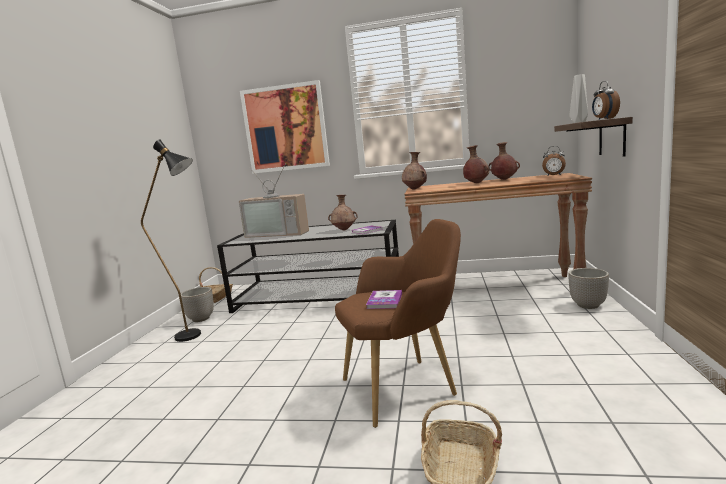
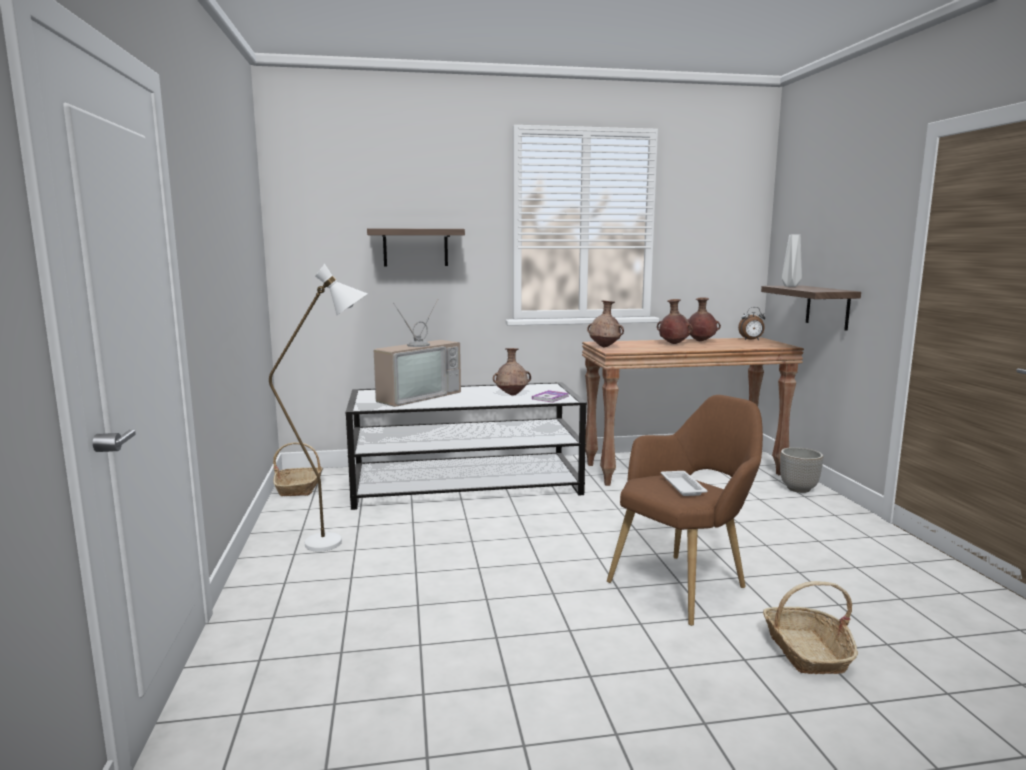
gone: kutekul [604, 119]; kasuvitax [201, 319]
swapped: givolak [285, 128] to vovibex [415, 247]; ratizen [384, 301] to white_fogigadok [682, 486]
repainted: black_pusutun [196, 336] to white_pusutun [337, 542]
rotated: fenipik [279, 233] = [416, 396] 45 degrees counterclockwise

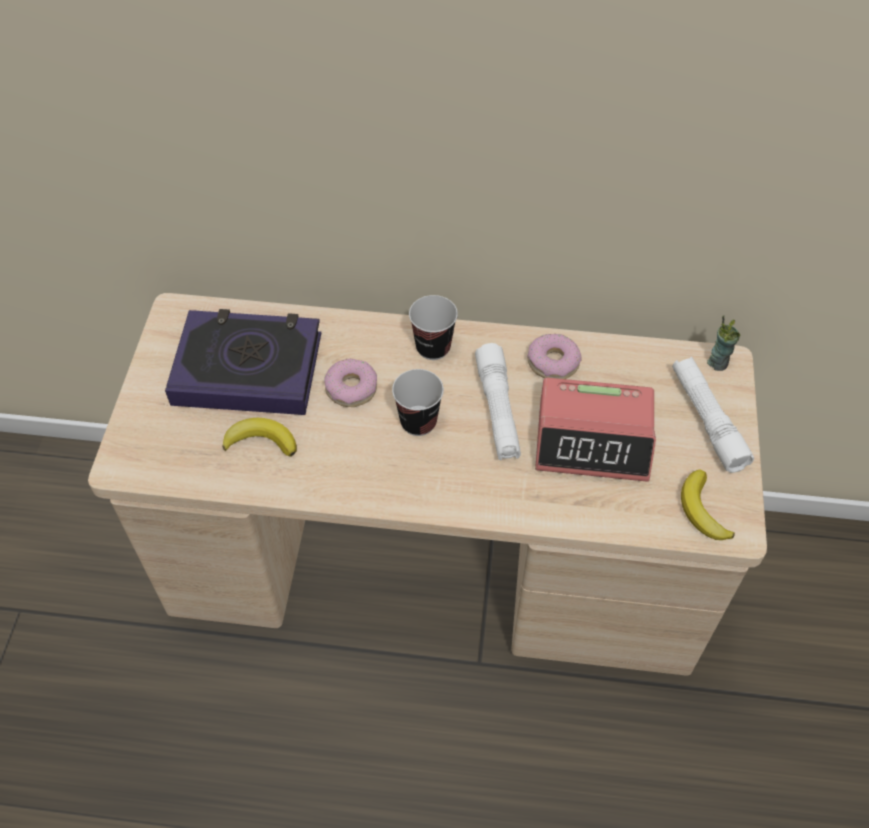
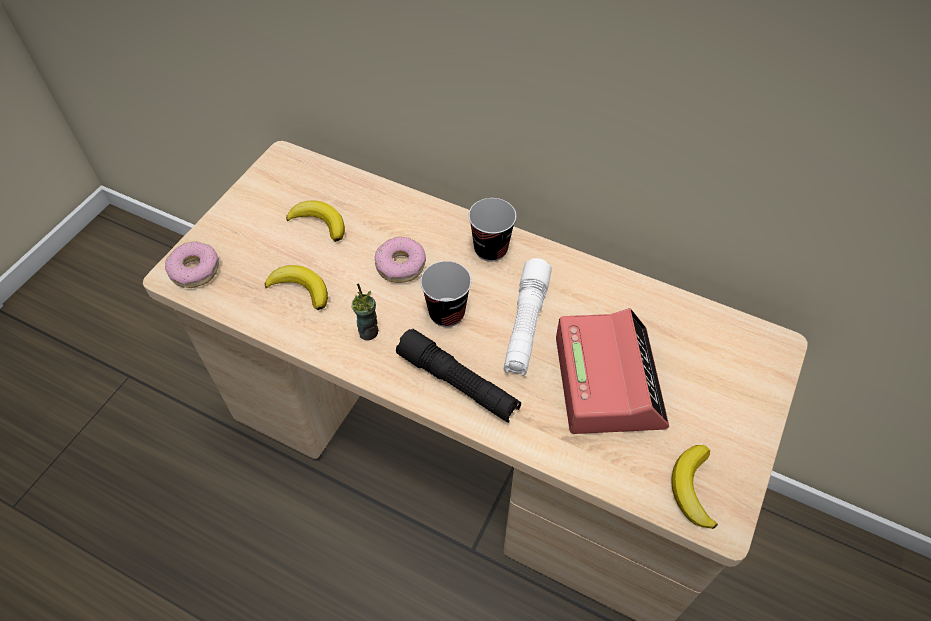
gone: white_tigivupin [707, 420]
new: black_tigivupin [458, 383]
shifted: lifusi [718, 362] to [368, 331]; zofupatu [553, 362] to [194, 270]
swapped: ratizen [248, 369] to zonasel [319, 223]
rotated: kutekul [593, 439] = [608, 380] 120 degrees counterclockwise

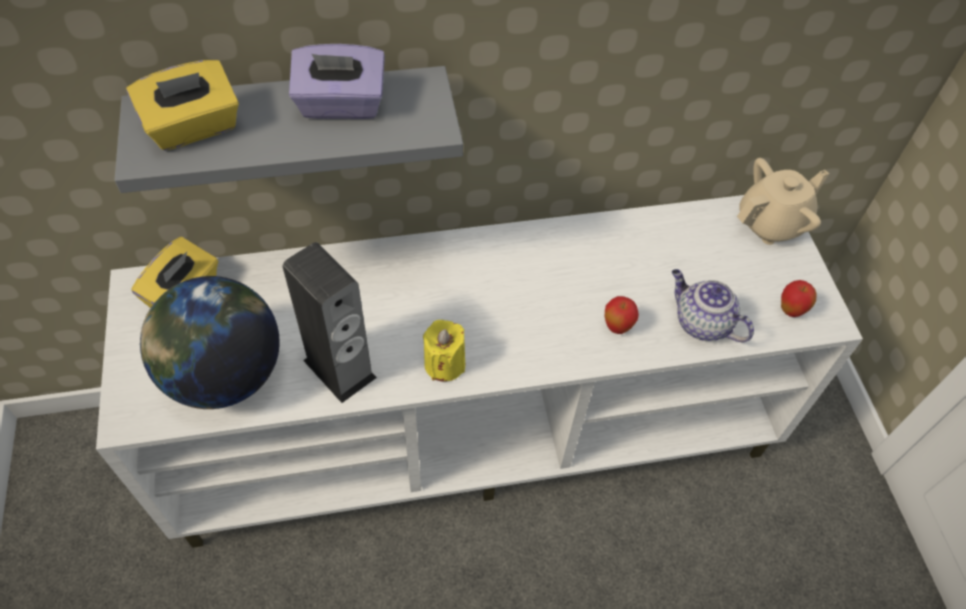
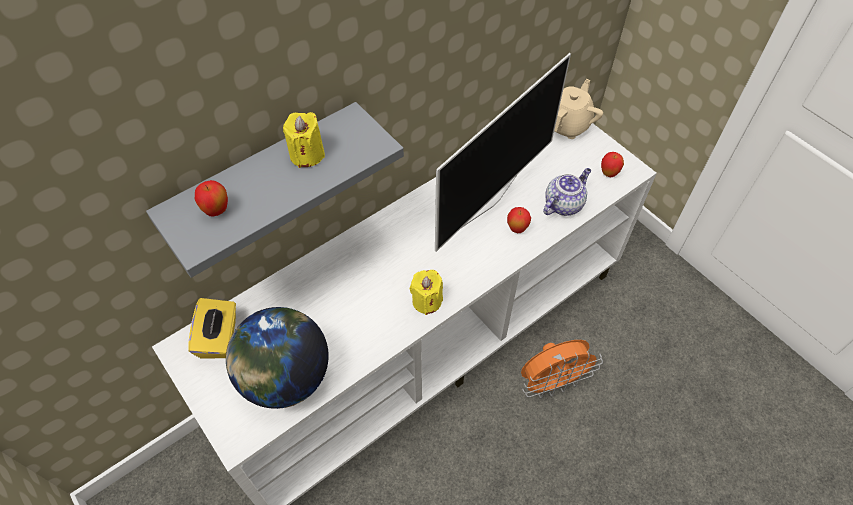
gone: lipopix [339, 368]
new: fenipik [488, 199]; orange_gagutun [552, 383]
swapped: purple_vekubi [341, 105] to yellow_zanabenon [307, 154]; yellow_vekubi [194, 128] to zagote [216, 211]
rotated: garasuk [700, 323] = [563, 204] 120 degrees clockwise

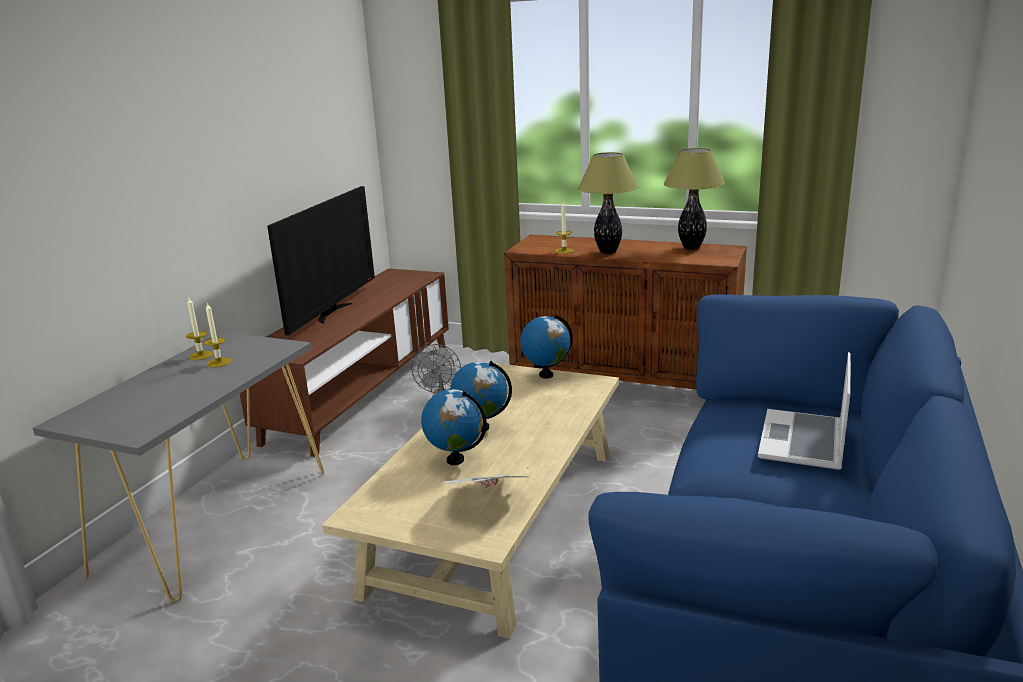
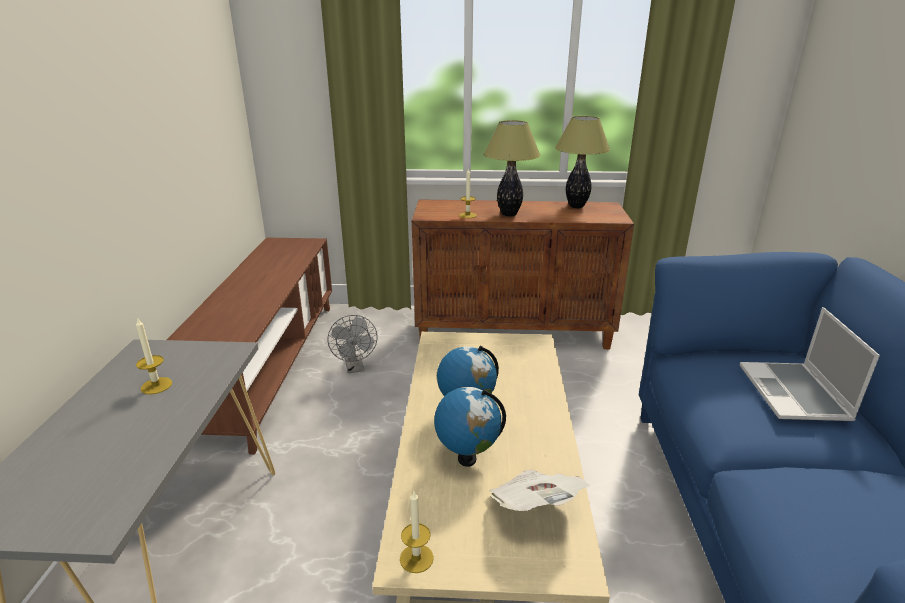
gone: fenipik [332, 312]; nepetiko [546, 375]
shifted: zanabenon [200, 355] to [416, 558]

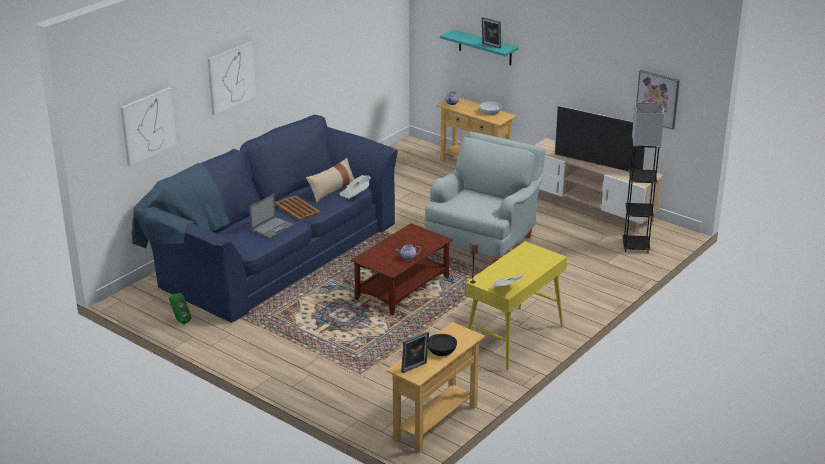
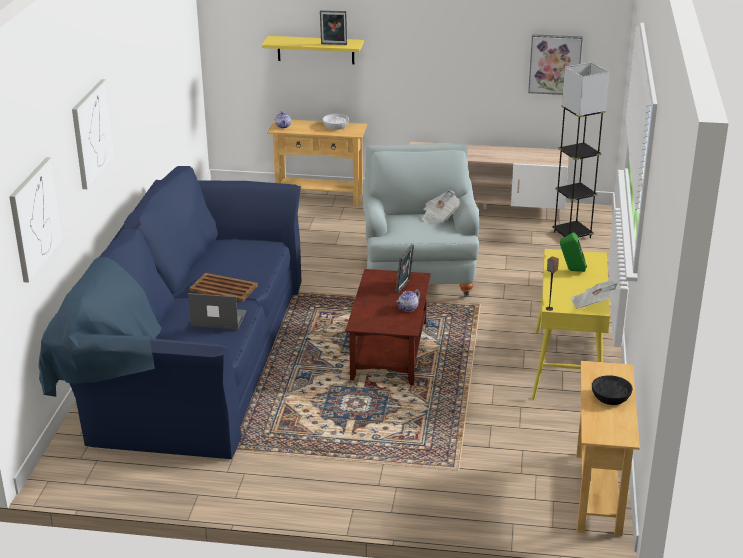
gone: fenipik [598, 164]; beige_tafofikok [332, 190]
shifted: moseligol [355, 194] to [439, 216]; green_lipopix [180, 321] to [571, 270]; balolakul [415, 368] to [404, 286]
repainted: turquoise_vovibex [485, 47] to yellow_vovibex [315, 50]
rotated: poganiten [272, 227] = [218, 319] 90 degrees counterclockwise

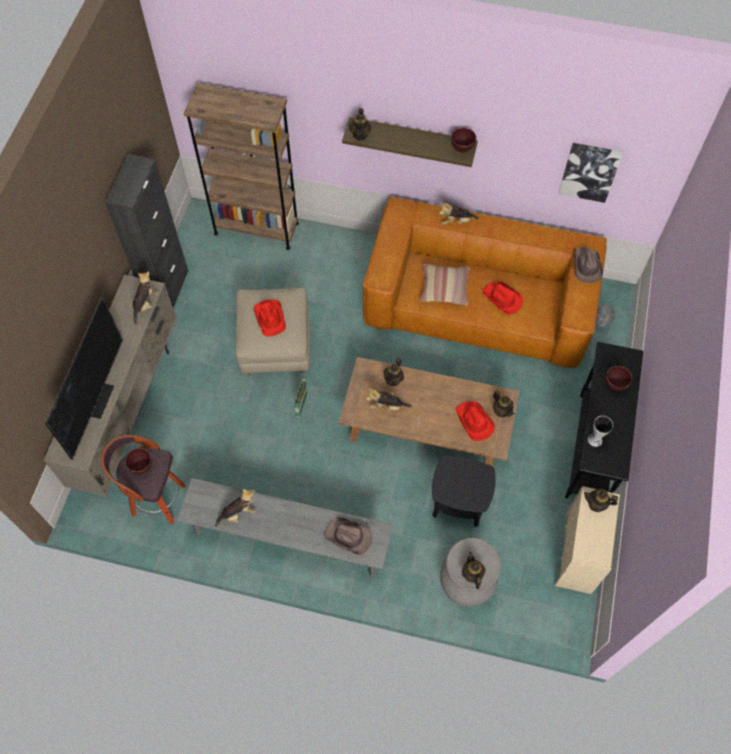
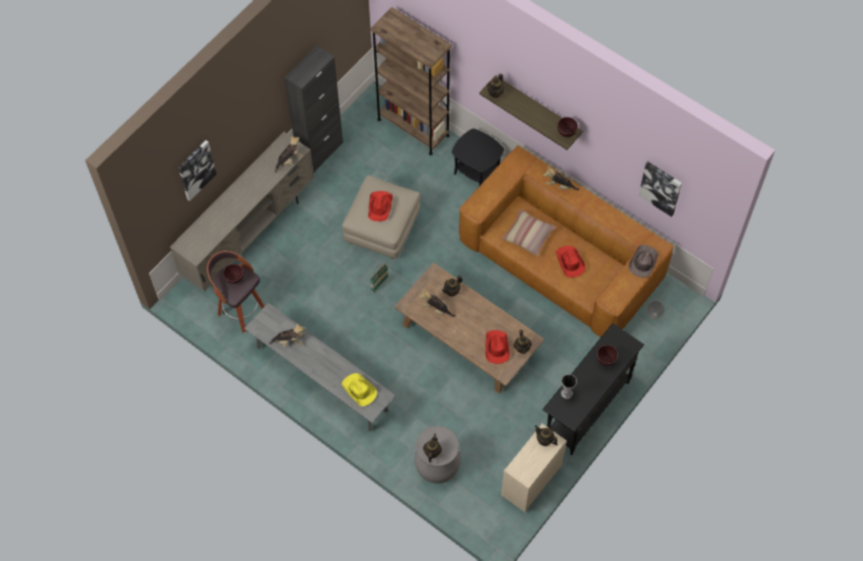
gone: fenipik [97, 399]
new: givolak [196, 169]
shifted: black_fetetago [459, 502] to [477, 172]
repainted: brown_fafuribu [348, 536] to yellow_fafuribu [359, 390]

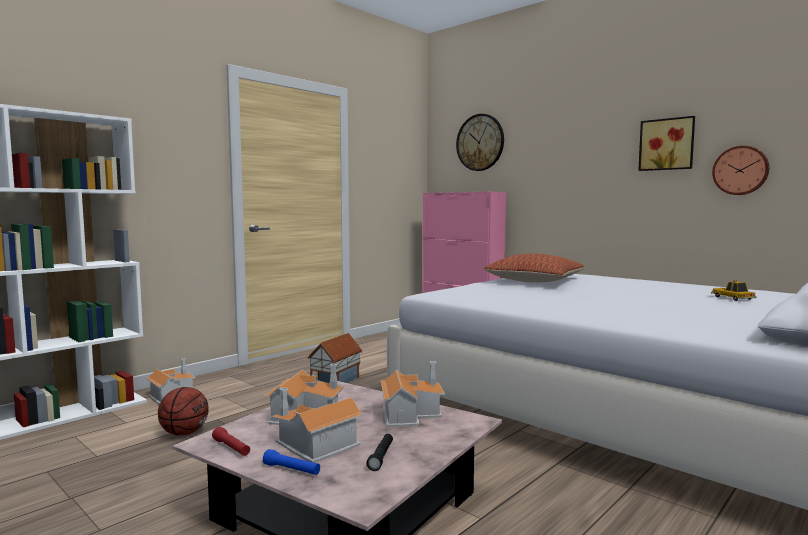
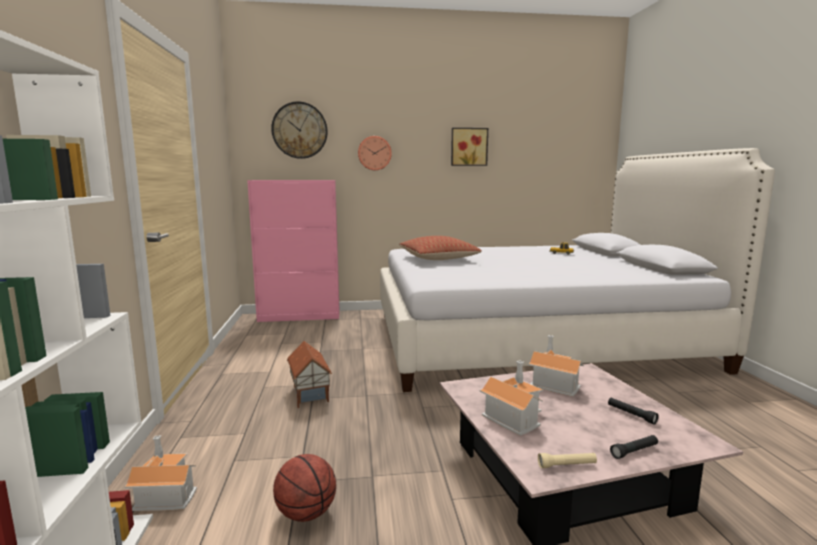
gone: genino [314, 445]
shifted: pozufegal [740, 170] to [374, 153]
repainted: red_tigivupin [231, 448] to beige_tigivupin [567, 465]; blue_tigivupin [291, 470] to black_tigivupin [634, 451]

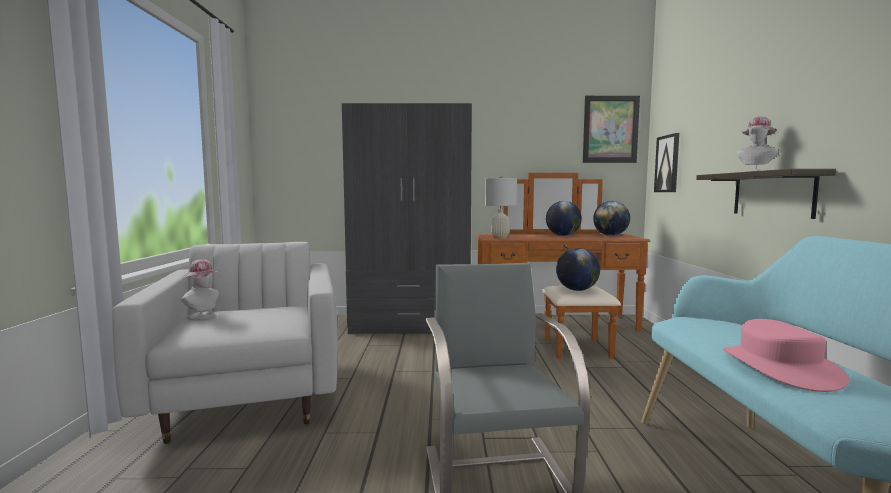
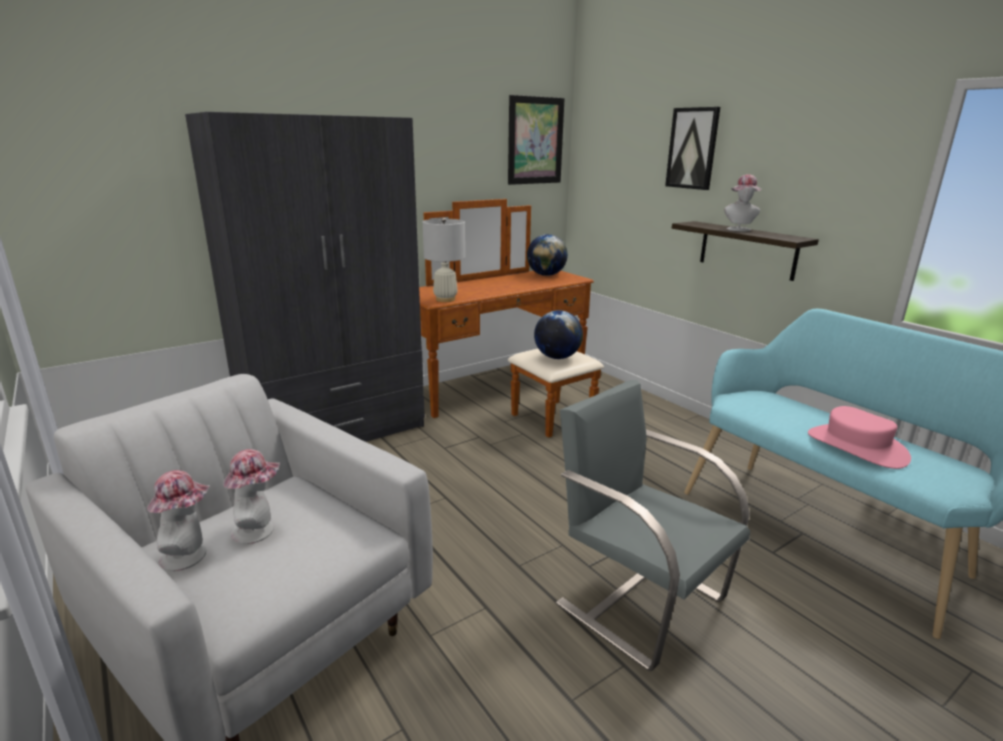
gone: nepetiko [563, 235]
new: fafuribu [259, 530]
shifted: givolak [667, 164] to [692, 148]

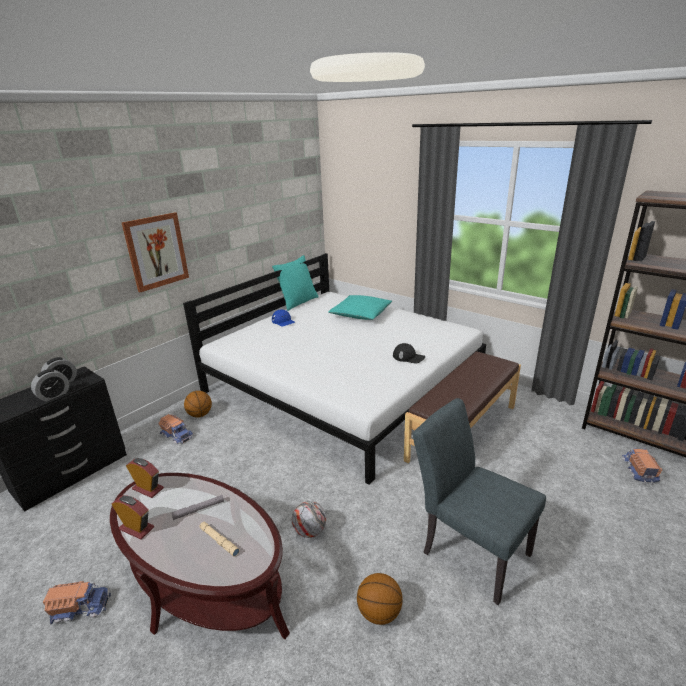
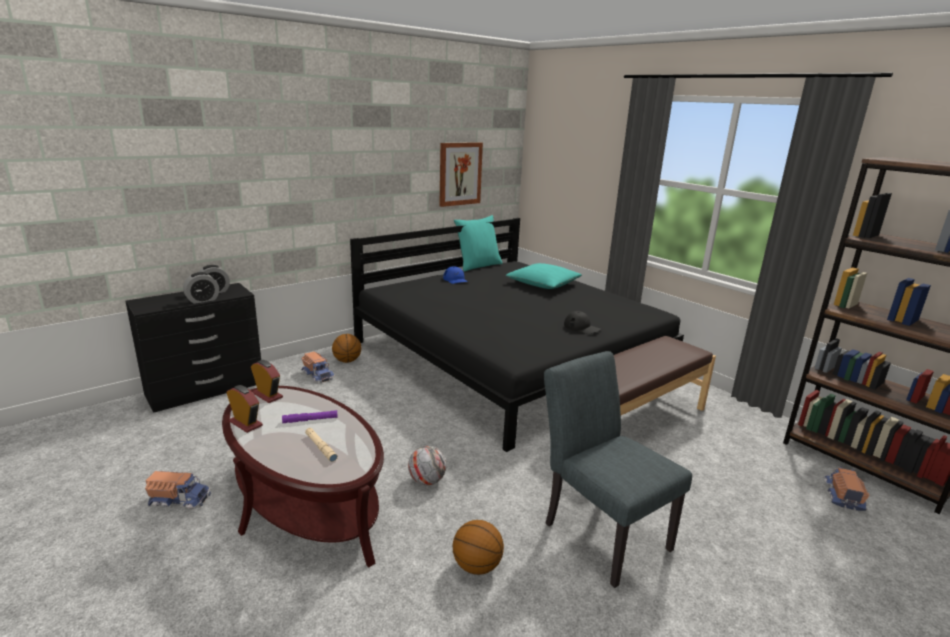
shifted: givolak [156, 251] to [460, 174]
repainted: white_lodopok [343, 384] to black_lodopok [510, 357]; grey_tigivupin [198, 509] to purple_tigivupin [310, 420]

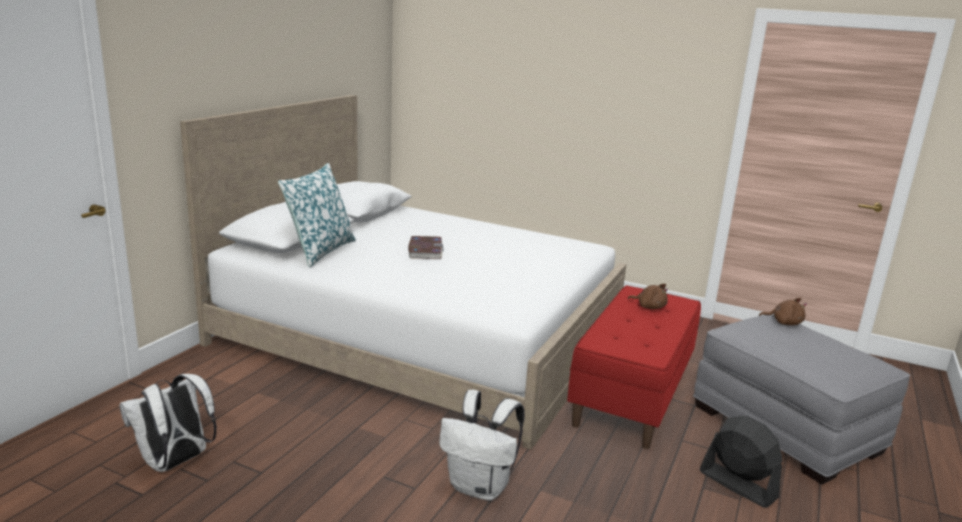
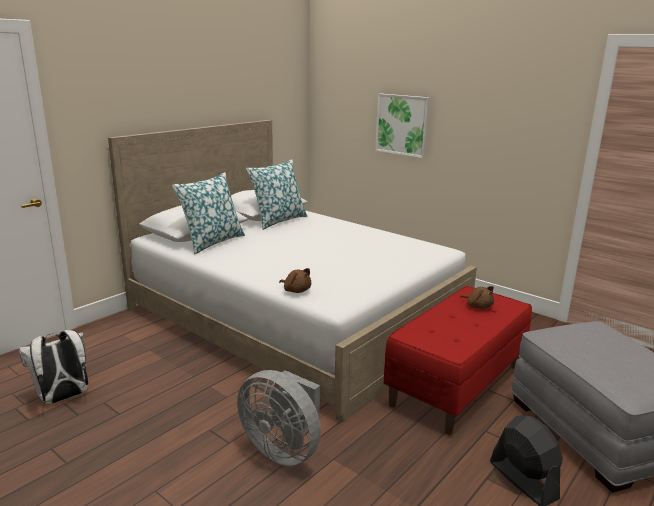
gone: ratizen [425, 250]
new: givolak [402, 125]; tafofikok [278, 220]
shifted: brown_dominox [784, 323] to [296, 290]
swapped: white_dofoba [480, 487] to grey_gagutun [283, 449]

